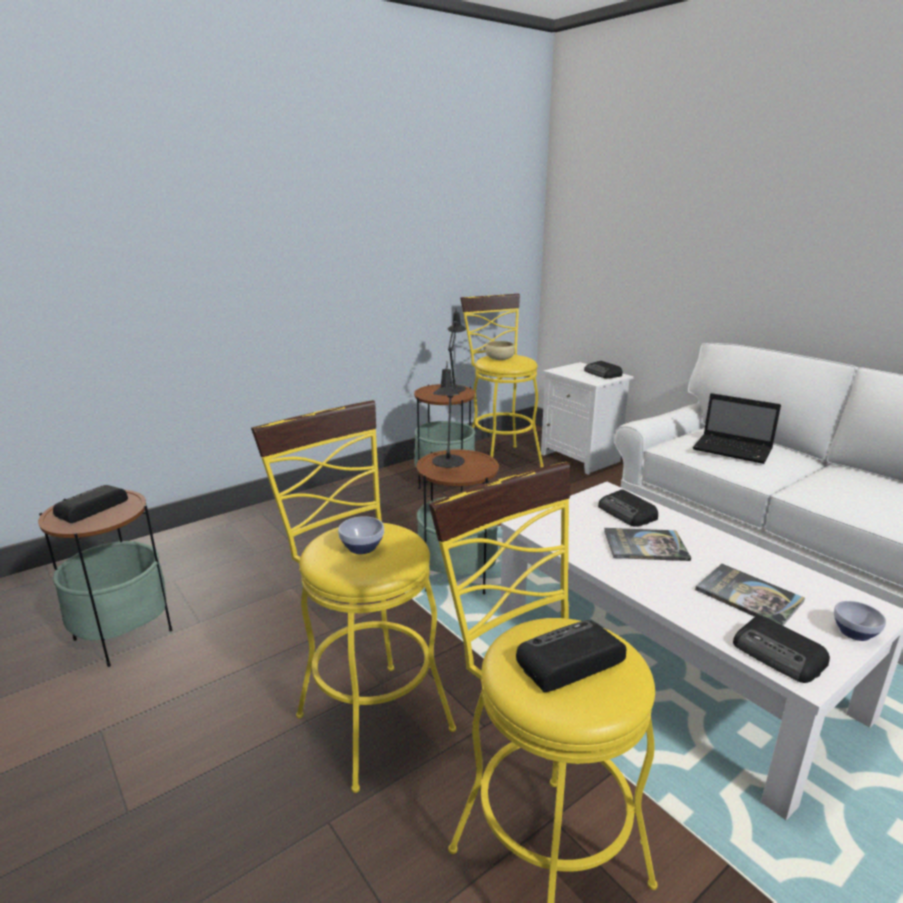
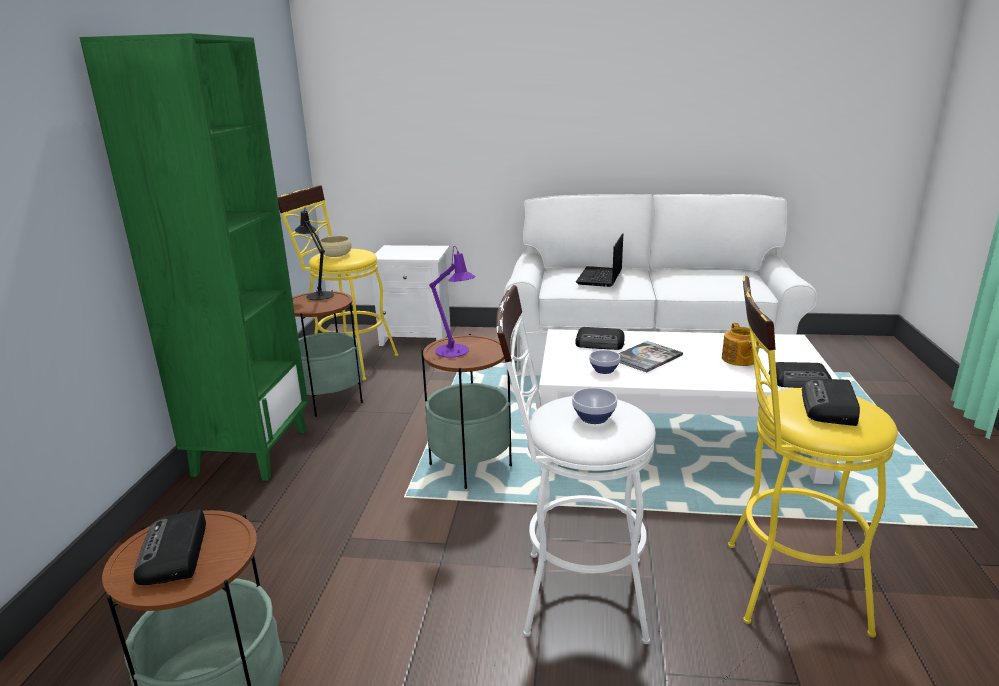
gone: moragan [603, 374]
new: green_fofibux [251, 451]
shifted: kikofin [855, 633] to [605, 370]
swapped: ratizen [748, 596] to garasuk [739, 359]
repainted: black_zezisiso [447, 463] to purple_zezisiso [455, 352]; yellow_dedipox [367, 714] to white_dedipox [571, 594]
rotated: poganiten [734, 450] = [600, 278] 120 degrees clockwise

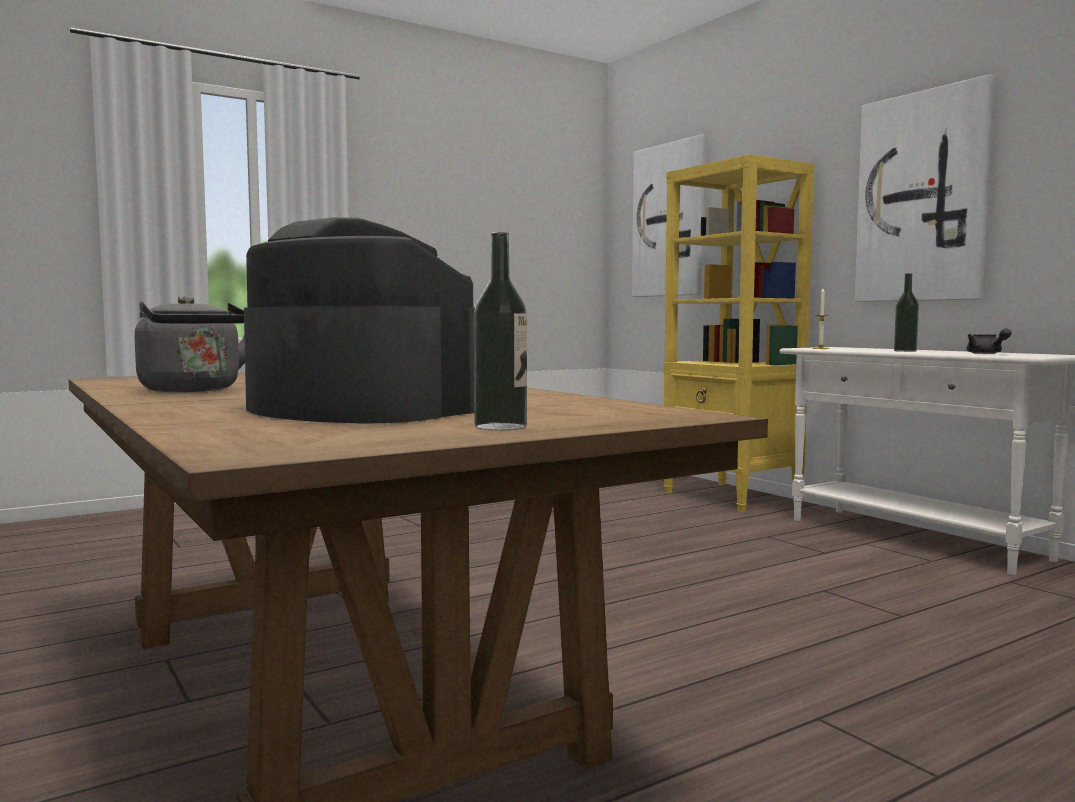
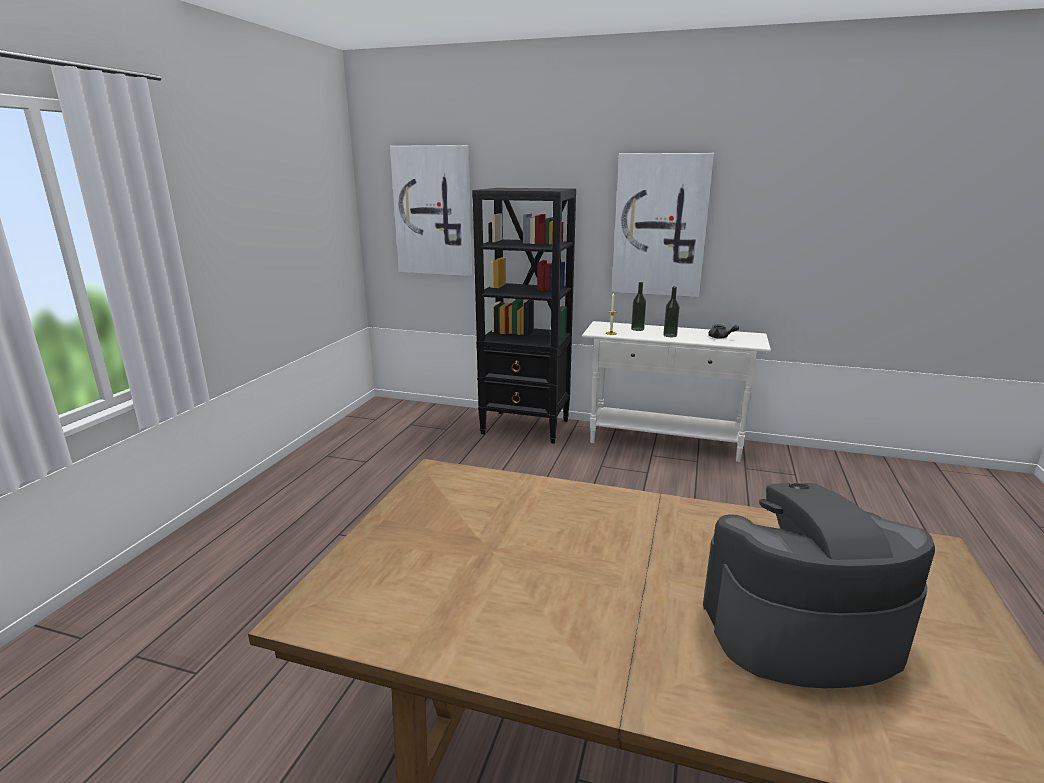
gone: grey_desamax [193, 390]
shifted: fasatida [500, 427] to [637, 329]
repainted: yellow_fofibux [731, 497] to black_fofibux [526, 427]

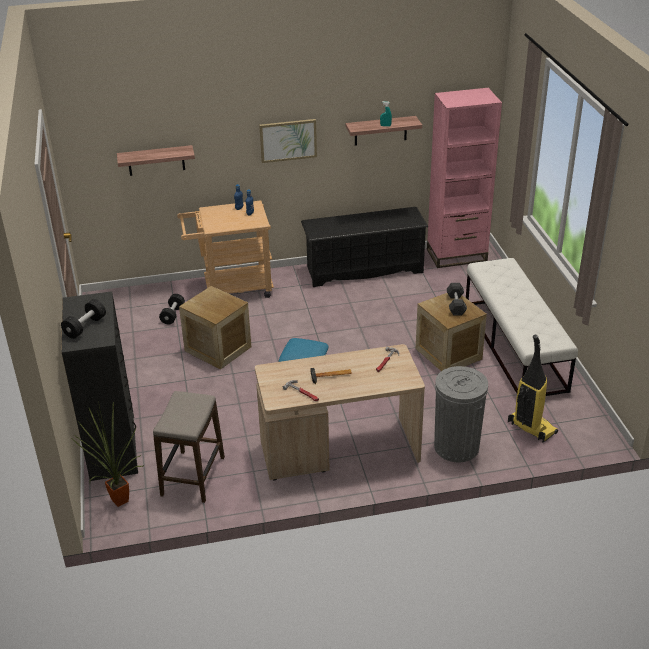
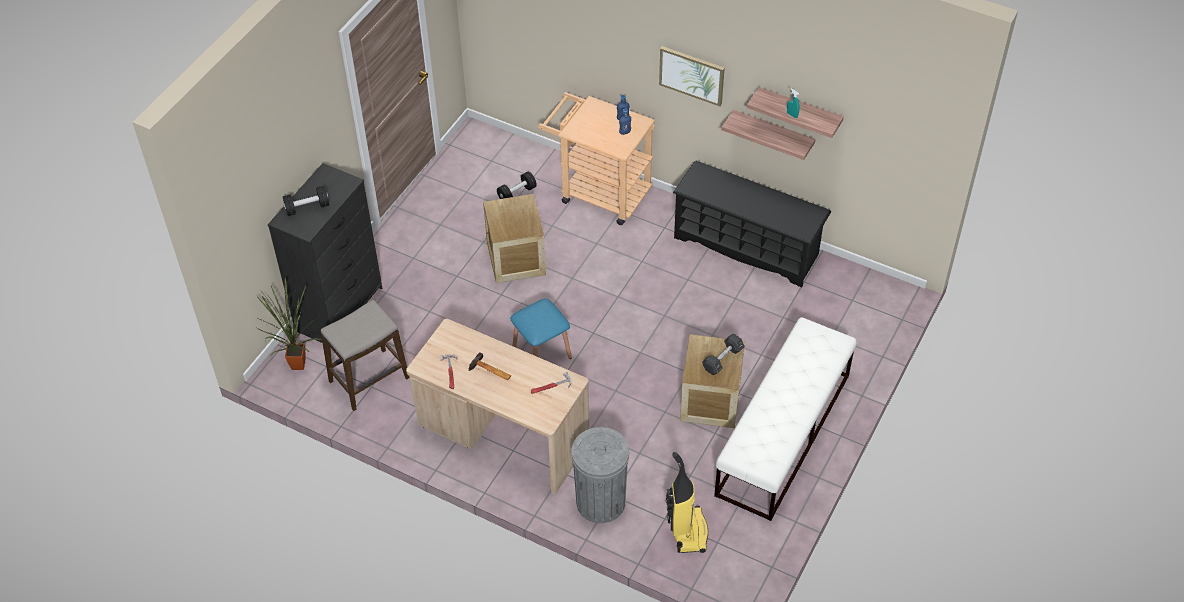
gone: pink_fofibux [456, 255]
shifted: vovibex [156, 160] to [772, 135]

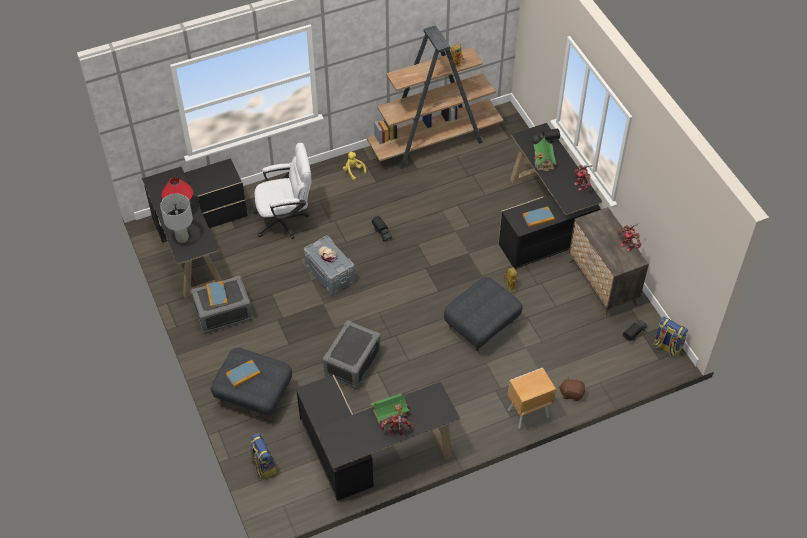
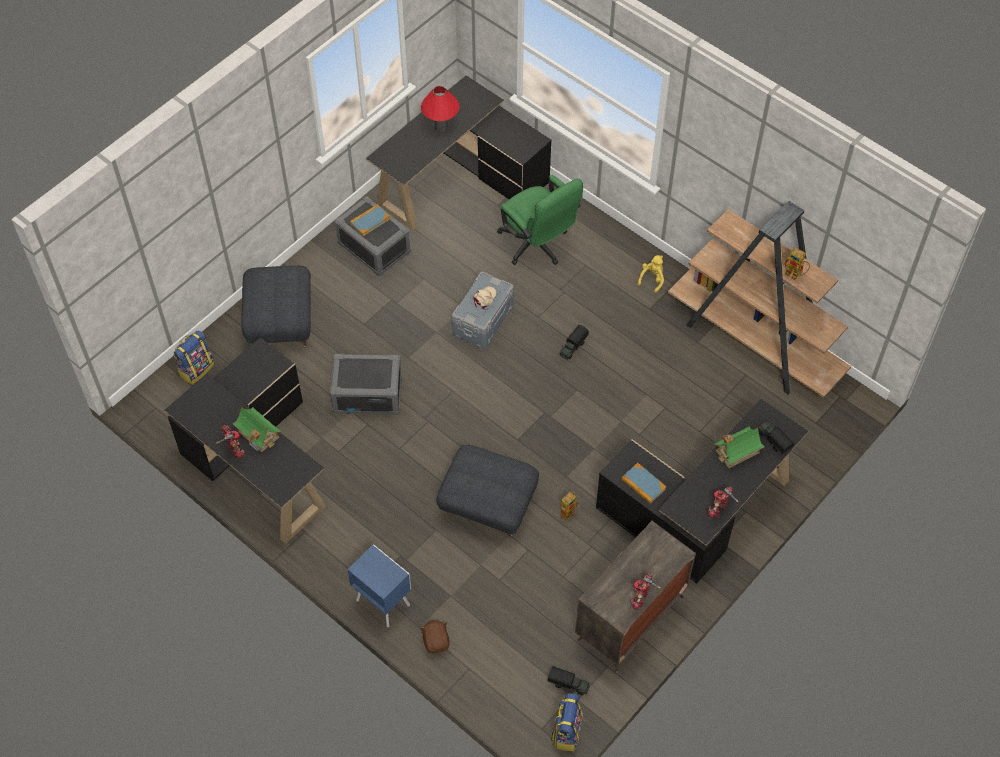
gone: grey_zezisiso [182, 238]; ratizen [243, 374]
repainted: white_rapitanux [286, 220] to green_rapitanux [537, 246]; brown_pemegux [527, 413] to blue_pemegux [382, 601]

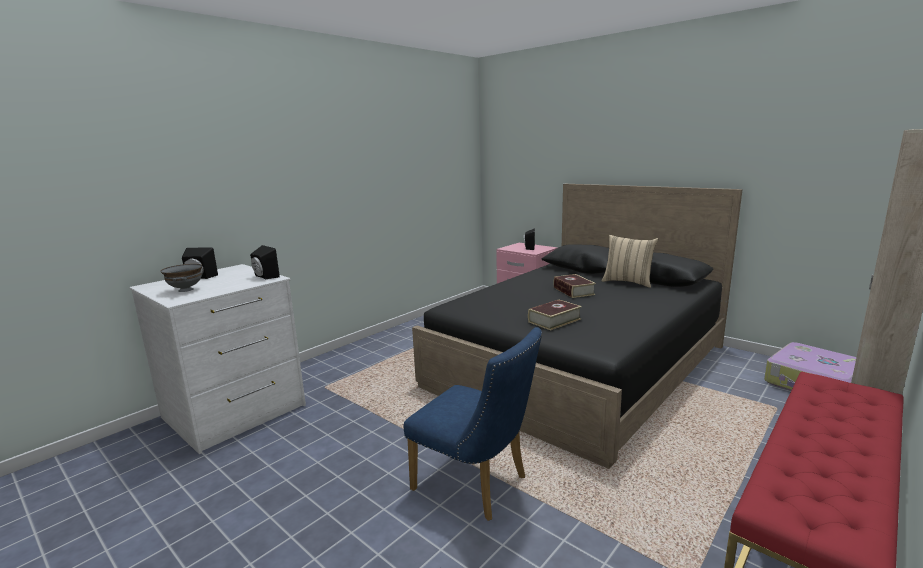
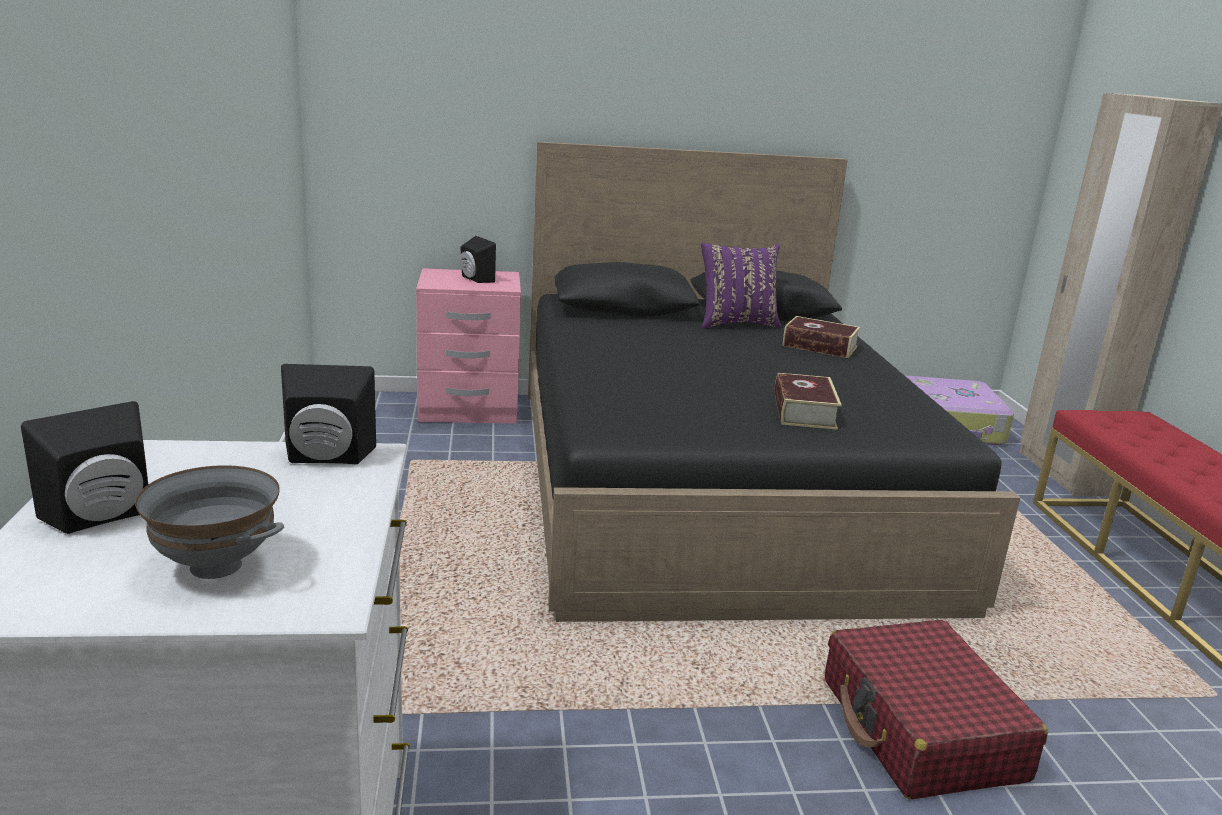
shifted: ratizen [573, 291] to [819, 346]
swapped: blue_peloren [477, 486] to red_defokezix [921, 729]
repainted: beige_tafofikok [628, 282] to purple_tafofikok [736, 323]

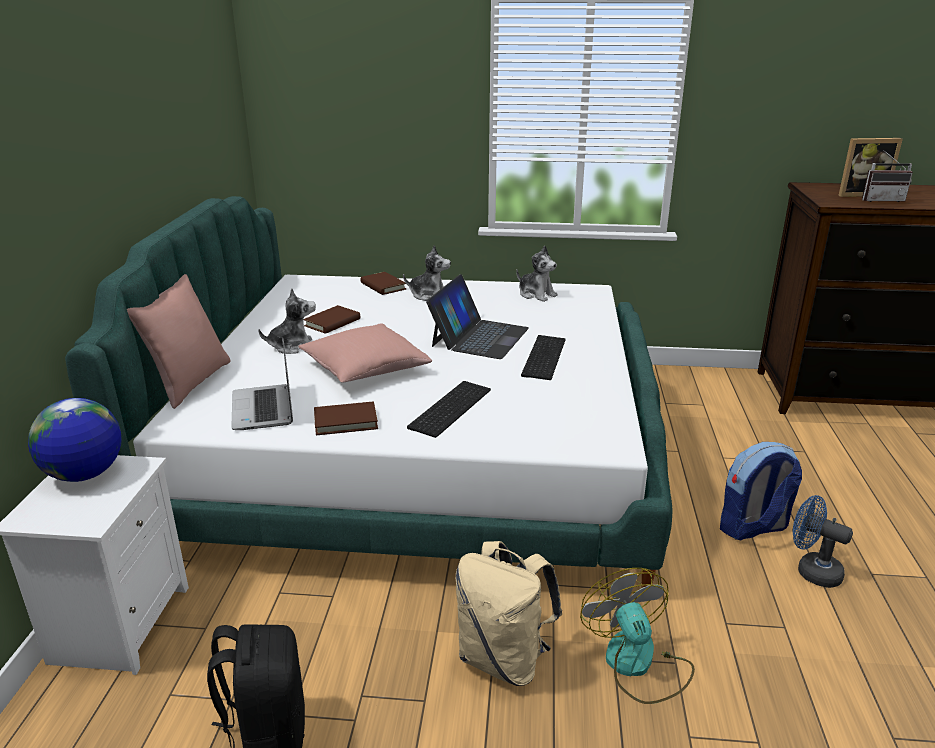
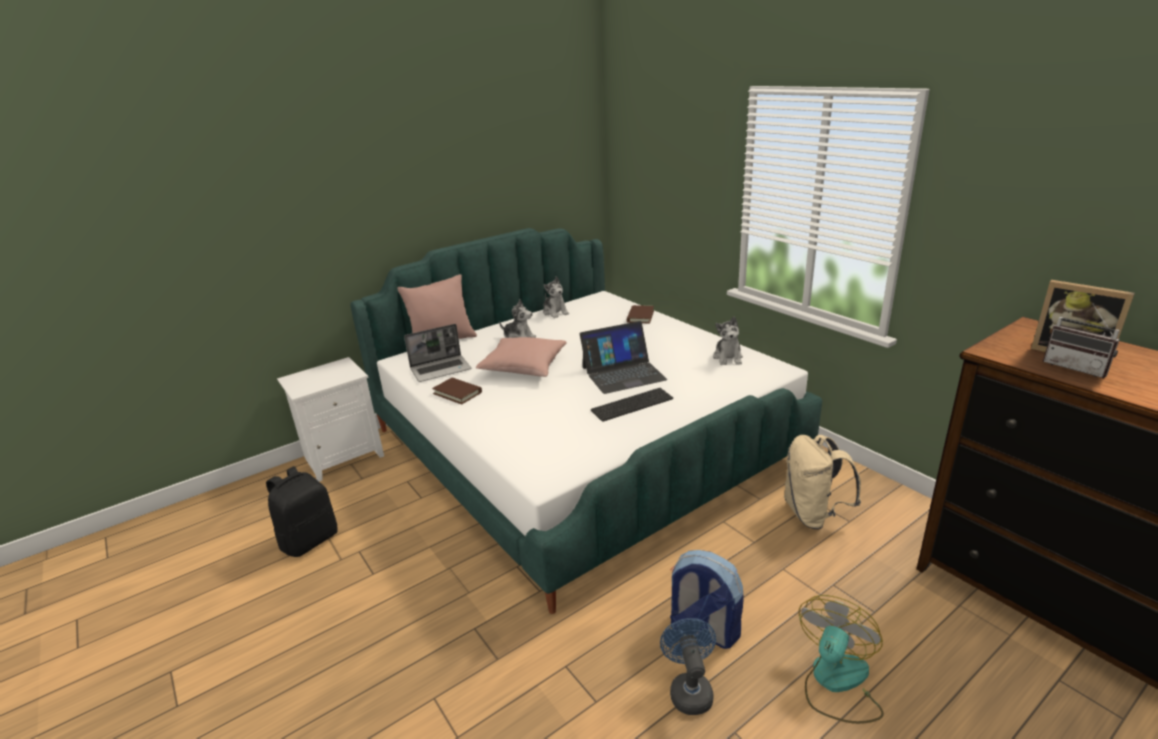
gone: brown_ratizen [332, 322]; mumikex [449, 407]; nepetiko [84, 474]
shifted: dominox [429, 295] to [555, 312]; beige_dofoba [504, 659] to [813, 514]; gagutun [637, 664] to [836, 683]
rotated: poganiten [264, 409] = [441, 369] 150 degrees counterclockwise

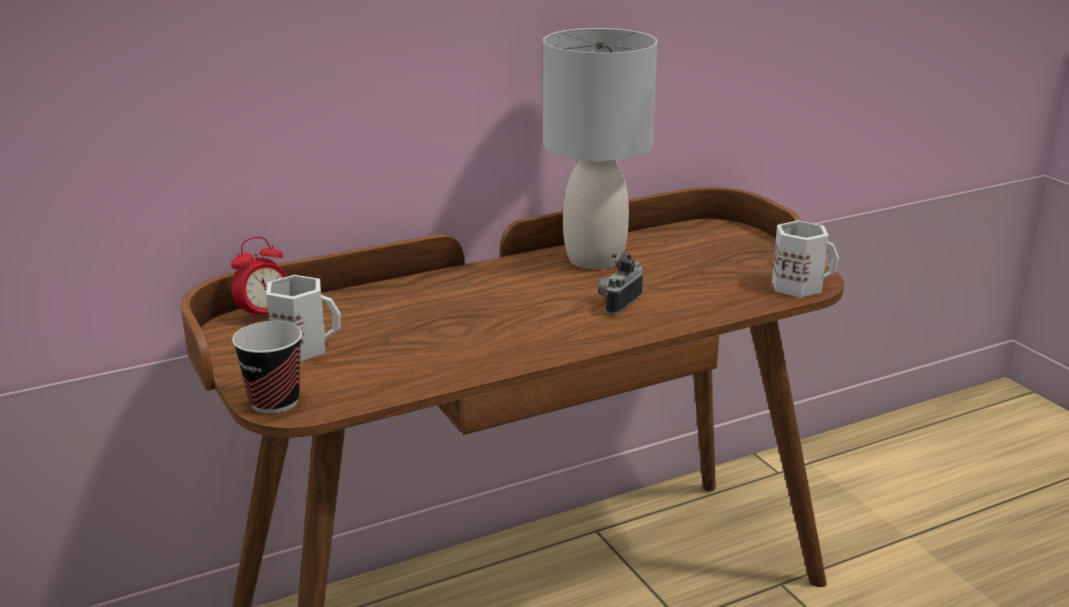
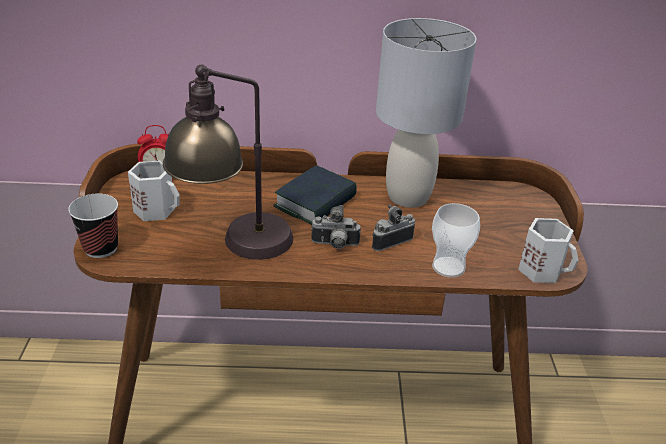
new: zezisiso [234, 246]; ratizen [315, 202]; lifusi [448, 267]; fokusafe [335, 245]

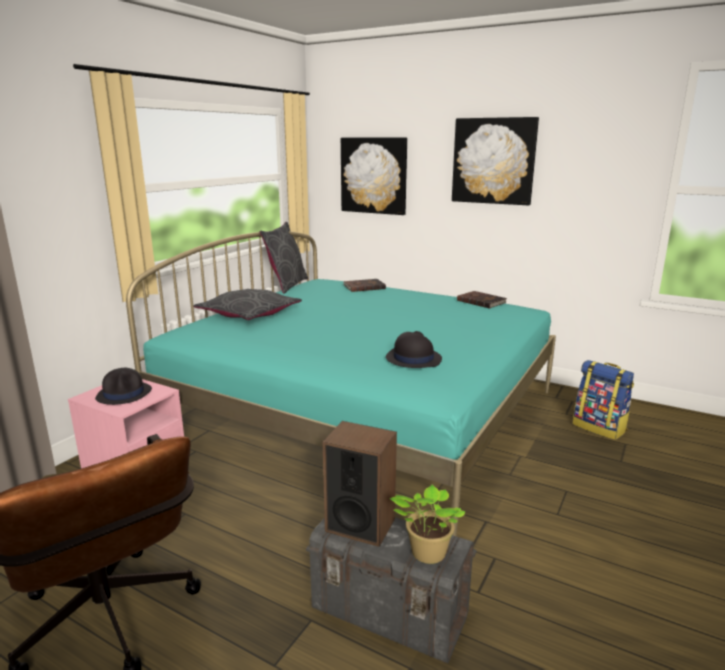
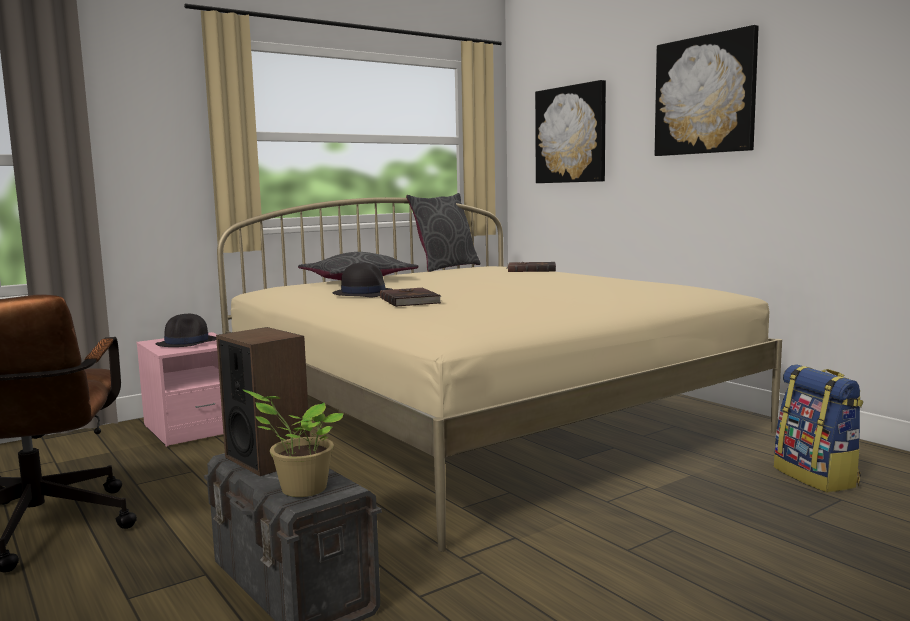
shifted: brown_ratizen [481, 301] to [410, 300]; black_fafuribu [413, 358] to [363, 293]
repainted: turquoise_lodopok [362, 412] to beige_lodopok [482, 420]

